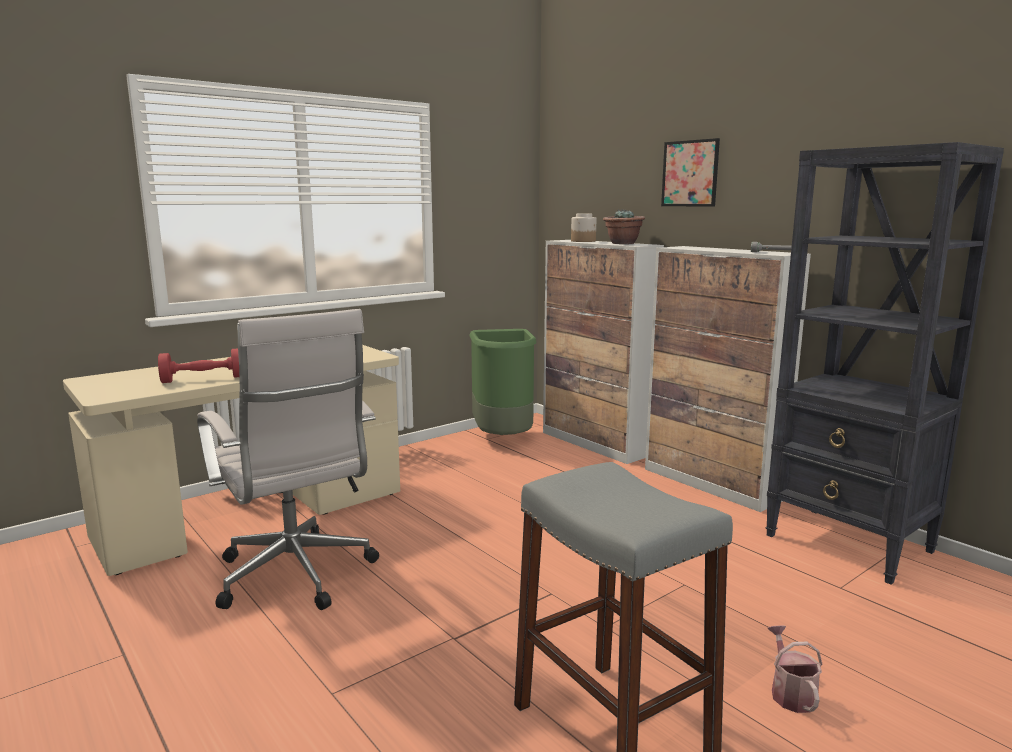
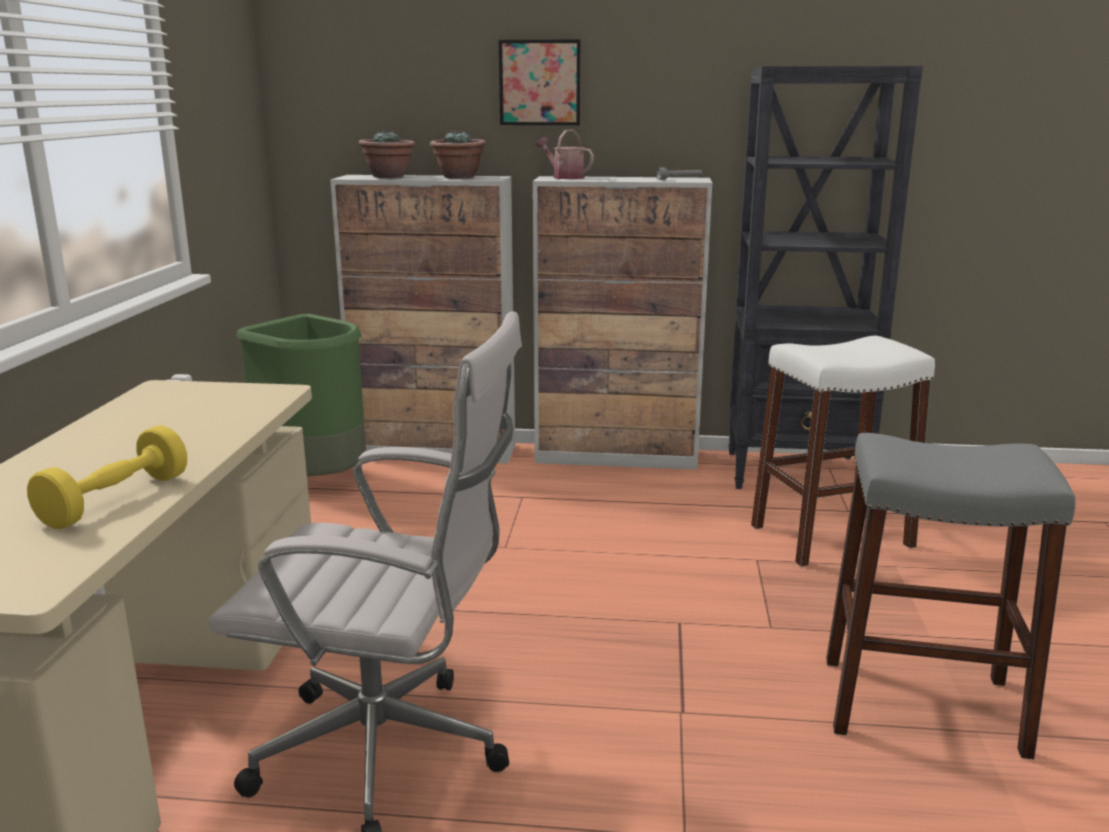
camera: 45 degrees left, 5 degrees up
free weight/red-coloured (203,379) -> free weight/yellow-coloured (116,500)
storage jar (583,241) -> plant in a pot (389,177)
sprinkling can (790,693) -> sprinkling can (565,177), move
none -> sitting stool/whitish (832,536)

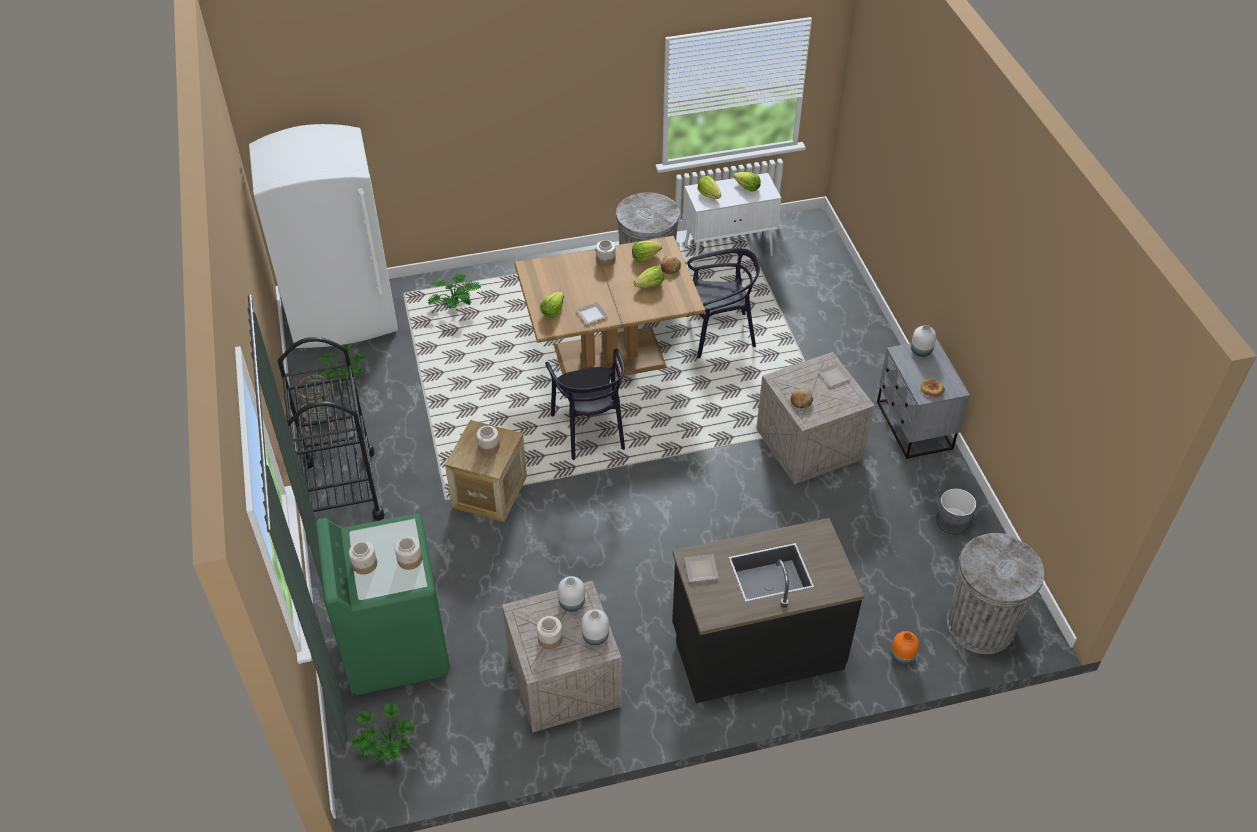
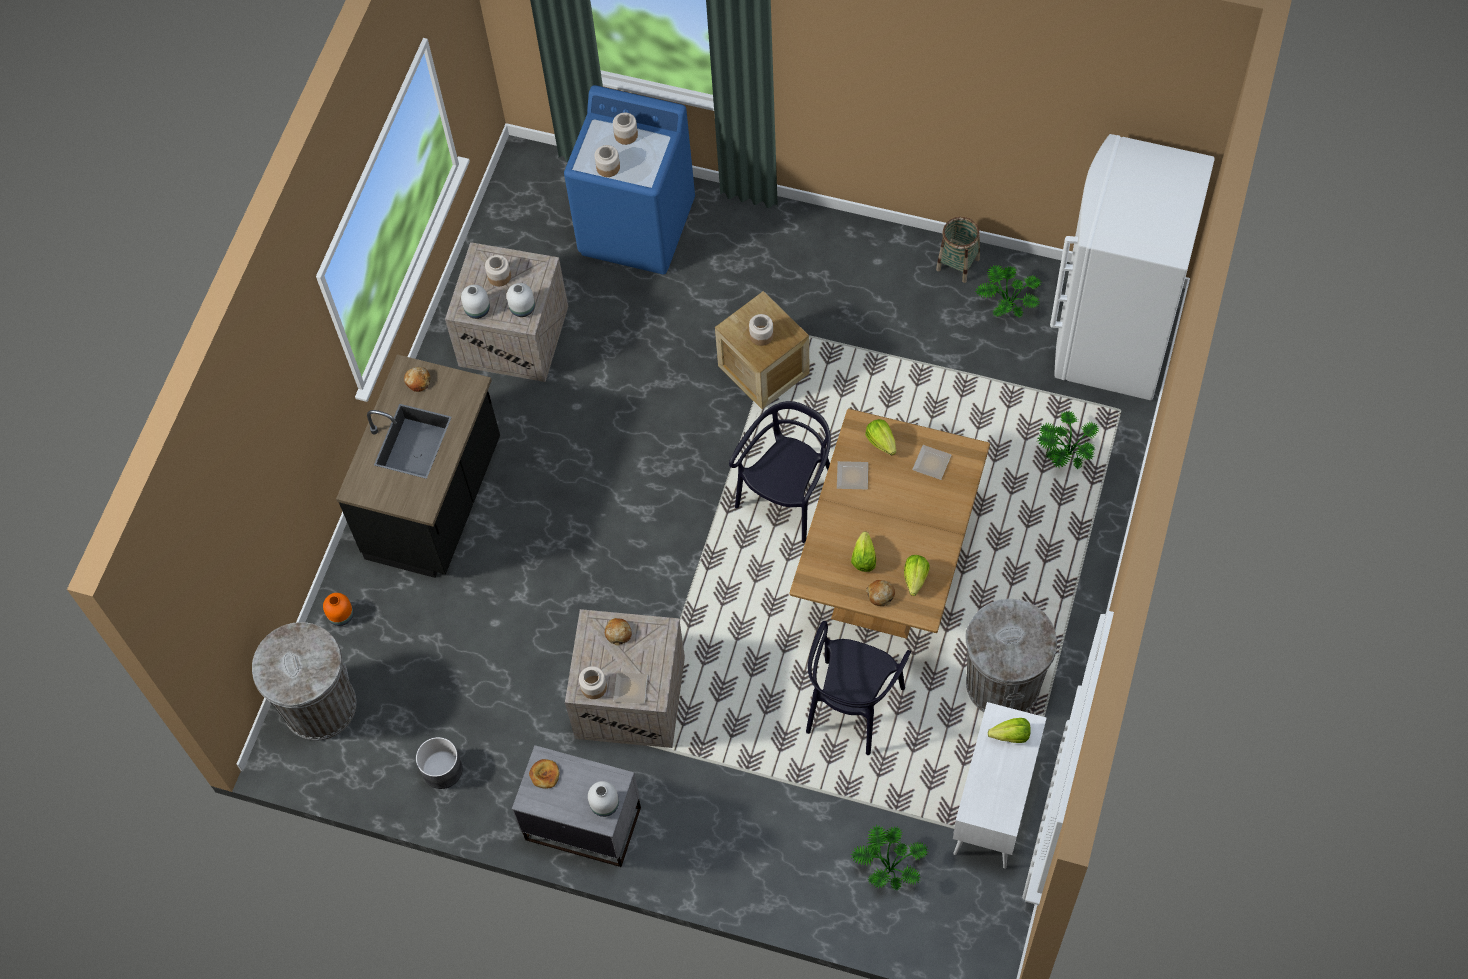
camera: 125 degrees right, 15 degrees up
none -> bakery bread (418,381)
laundry appliance/green-coloured (395,645) -> laundry appliance/blue-coloured (637,228)
storage jar (605,260) -> storage jar (594,687), move
chair/blackish (590,430) -> chair/blackish (788,496), 105 degrees clockwise
plant in a pot (386,747) -> plant in a pot (888,866), move
flat dish (700,569) -> flat dish (933,463), move
trolley/blackish (343,490) -> none
lettuce (747,187) -> none

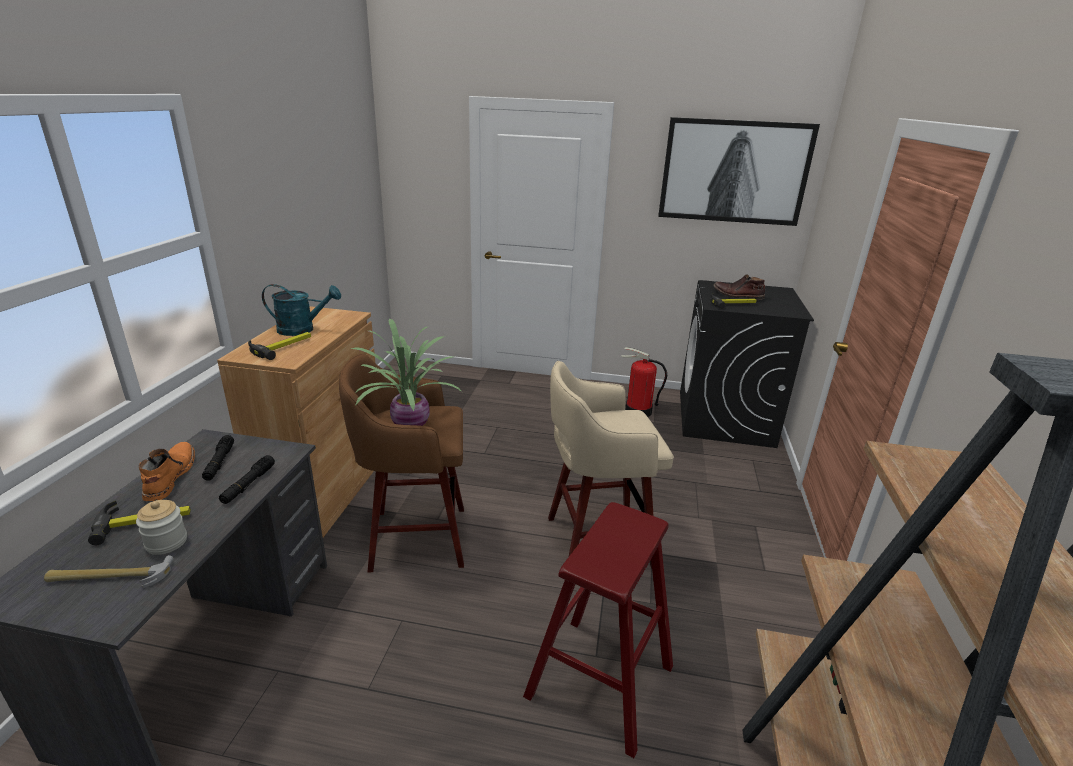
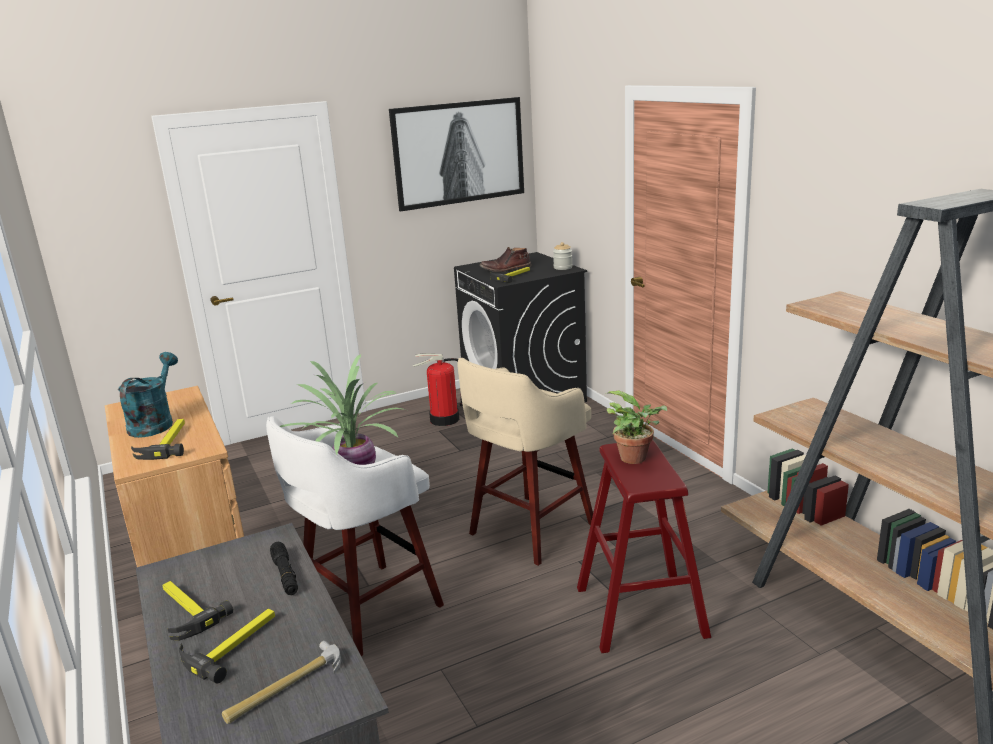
camera: 35 degrees left, 5 degrees down
sprinkling can/turquoise-coloured (302,329) -> sprinkling can/turquoise-coloured (154,423), 45 degrees counterclockwise
high-top boot/orangey (169,477) -> hammer (184,611)
sitting stool/brown (414,538) -> sitting stool/whitish (367,610)
storage jar (166,542) -> storage jar (563,267), move
none -> plant in a pot (637,458)
torch/blackish (219,462) -> none

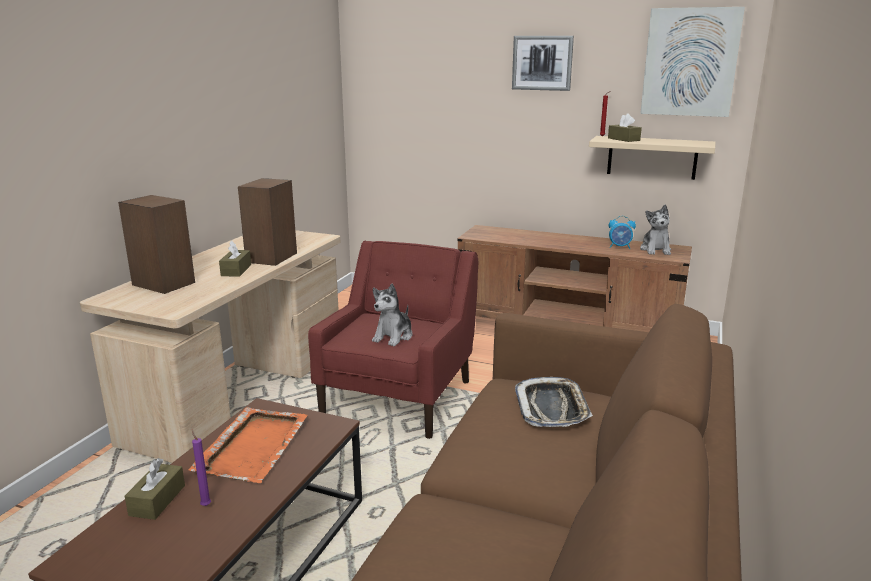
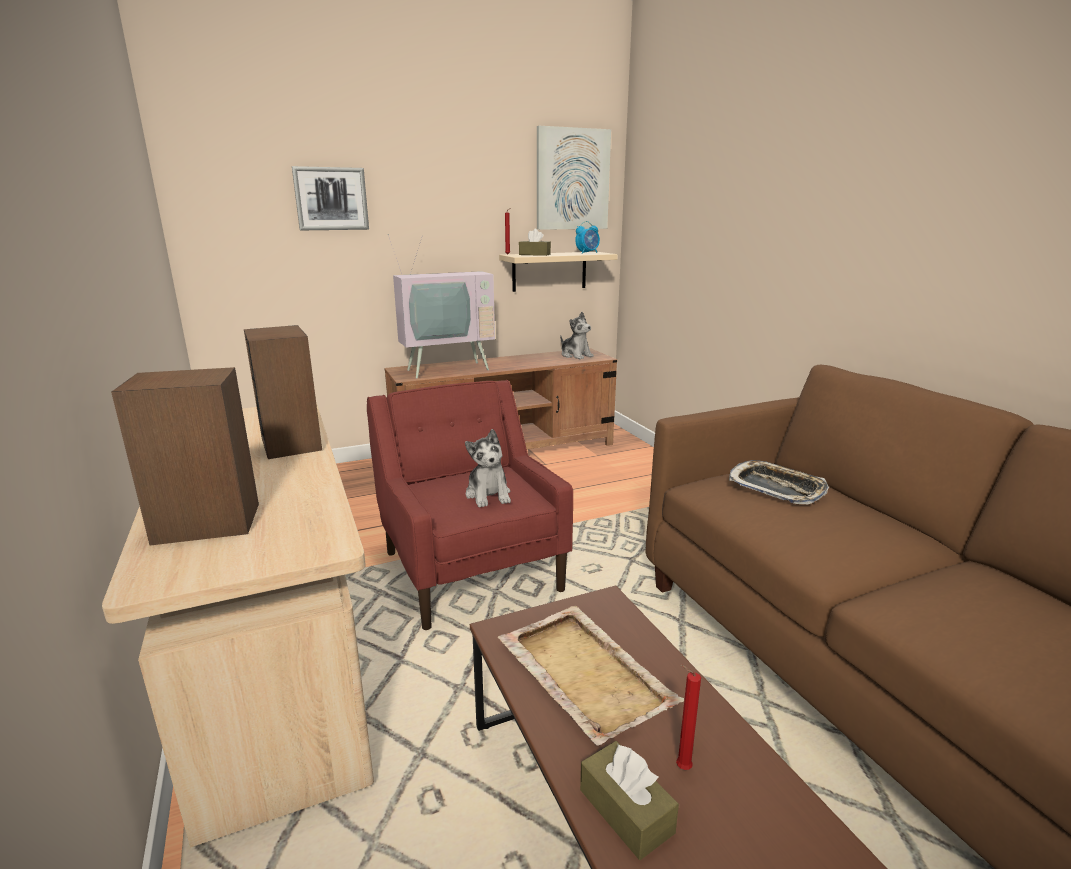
camera: 45 degrees left, 0 degrees up
picture (542,63) -> picture (331,199), move
none -> TV (446,368)
carrying tray/orangey (253,446) -> carrying tray/beige (583,672)
table clock (620,247) -> table clock (587,253), move
wax candle/purplish (205,505) -> wax candle/red-coloured (681,768)
tissue box/brown (236,270) -> none

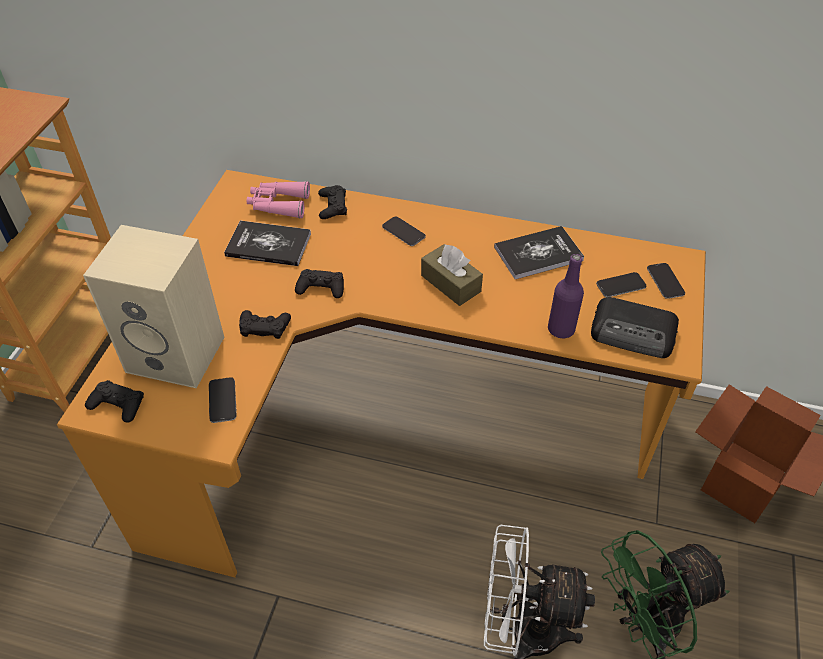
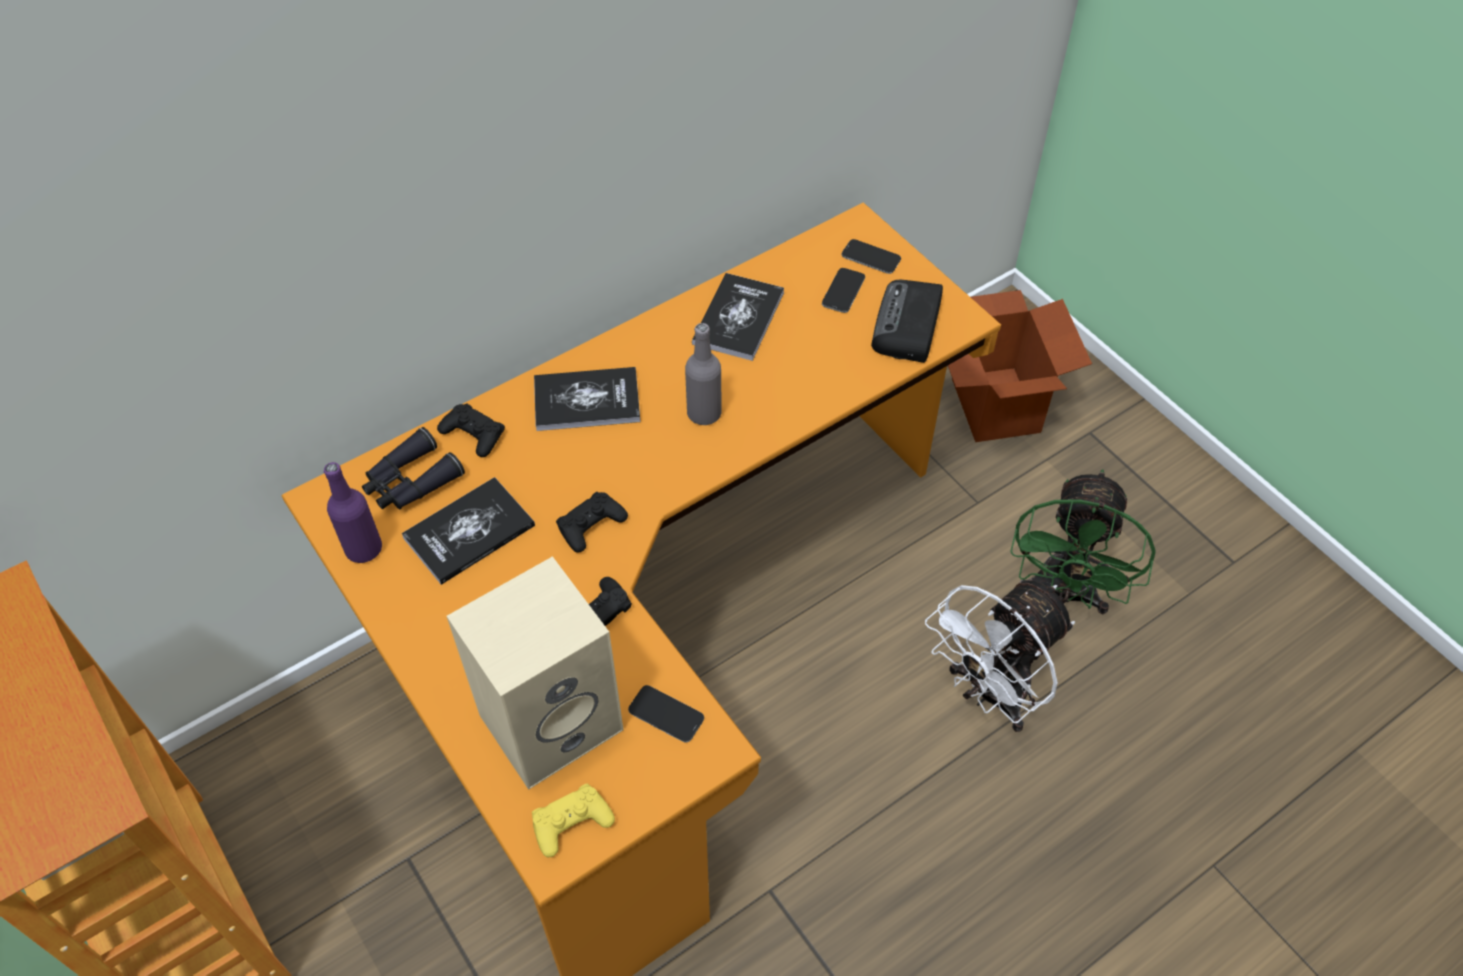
camera: 50 degrees left, 5 degrees up
bottle/purplish (561,329) -> bottle/purplish (364,549), move
pair of binoculars/pinkish (278,204) -> pair of binoculars/blackish (410,482)
joypad/blackish (117,404) -> joypad/yellow-coloured (571,822)
telephone (403,232) -> volume (587,400)
tissue box/brown (450,283) -> bottle/greyish (704,413)
radio (634,333) -> radio (907,326), 135 degrees clockwise

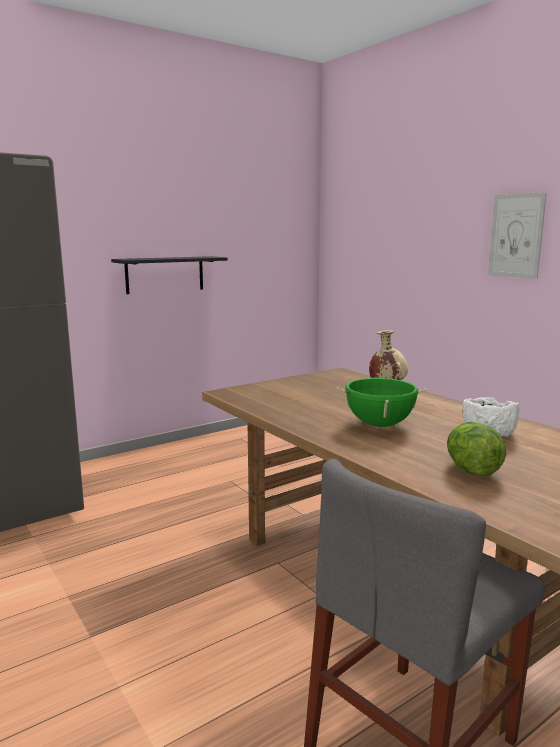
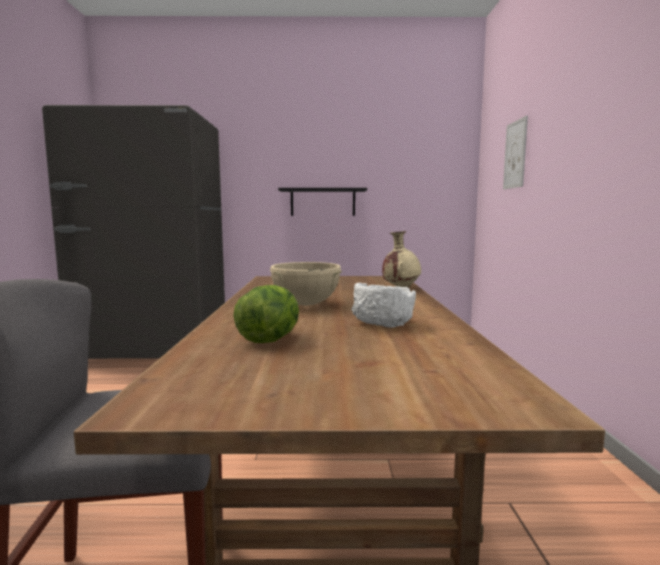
camera: 35 degrees right, 5 degrees down
cooking pot/green-coloured (380,425) -> cooking pot/beige (306,304)
picture (516,235) -> picture (515,154), move

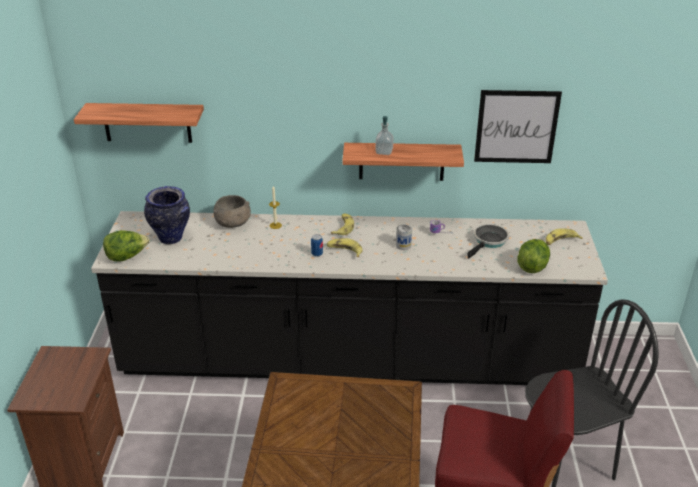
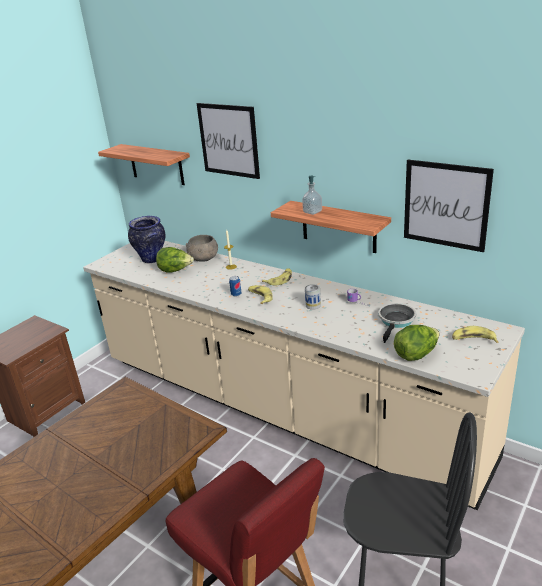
camera: 35 degrees right, 5 degrees down
counter/blackish (349,361) -> counter/beige (280,407)
lettuce (127,257) -> lettuce (175,271), move
none -> picture (228,140)
pan (489,242) -> pan (396,322), 45 degrees counterclockwise

